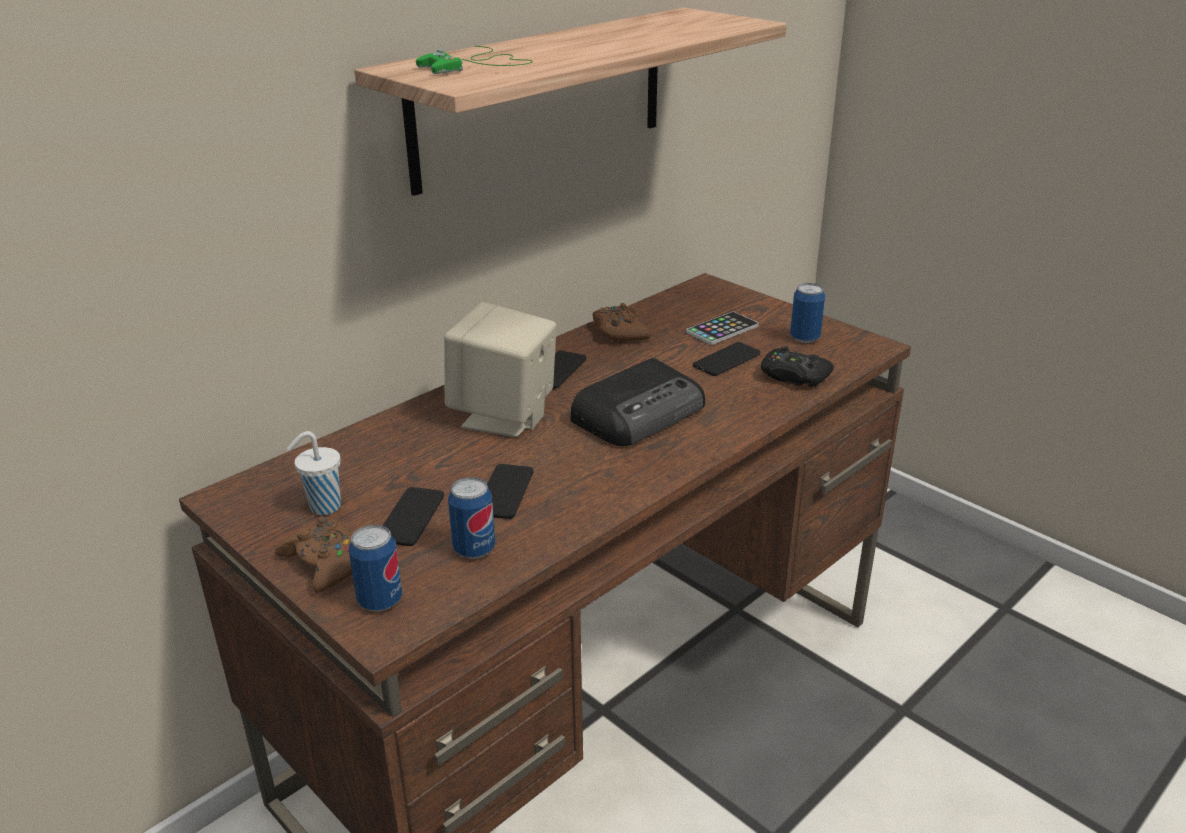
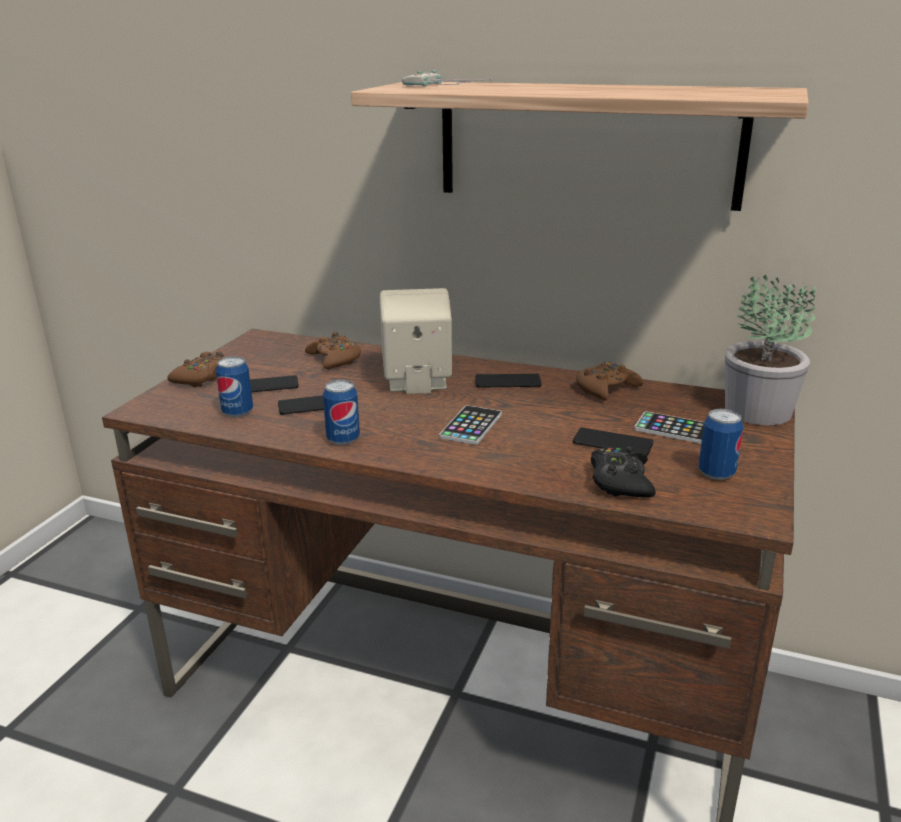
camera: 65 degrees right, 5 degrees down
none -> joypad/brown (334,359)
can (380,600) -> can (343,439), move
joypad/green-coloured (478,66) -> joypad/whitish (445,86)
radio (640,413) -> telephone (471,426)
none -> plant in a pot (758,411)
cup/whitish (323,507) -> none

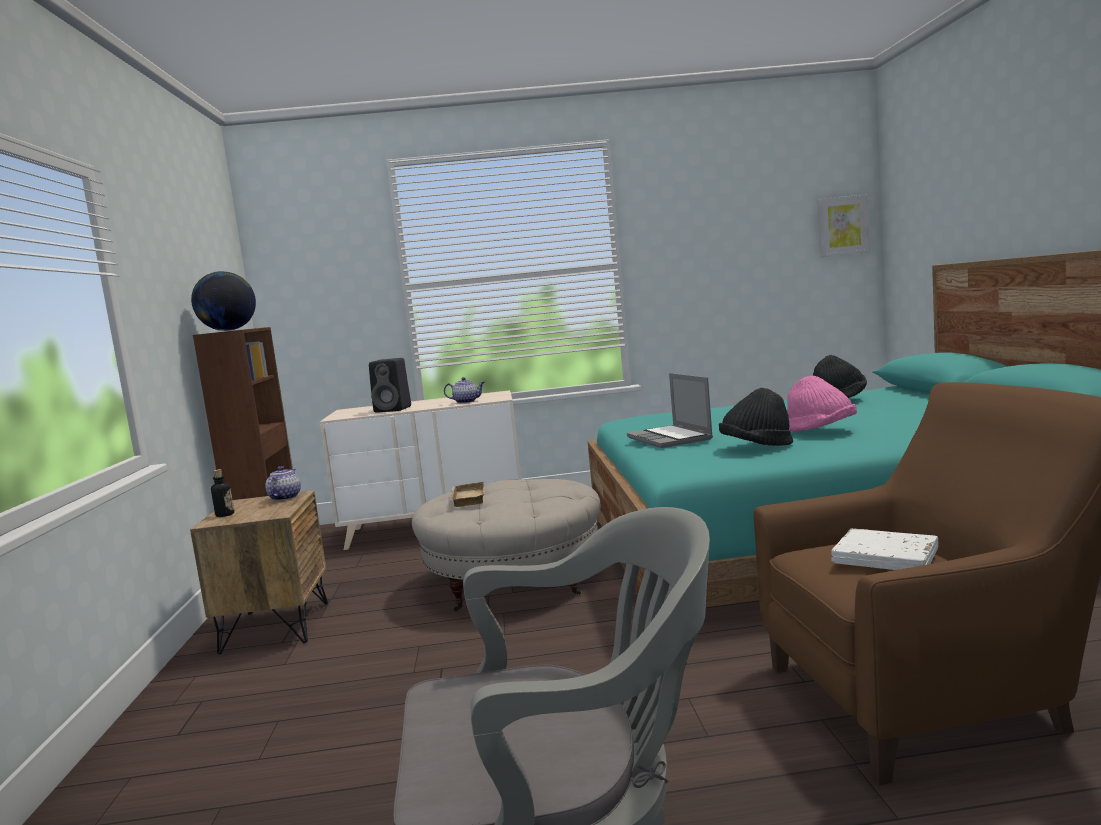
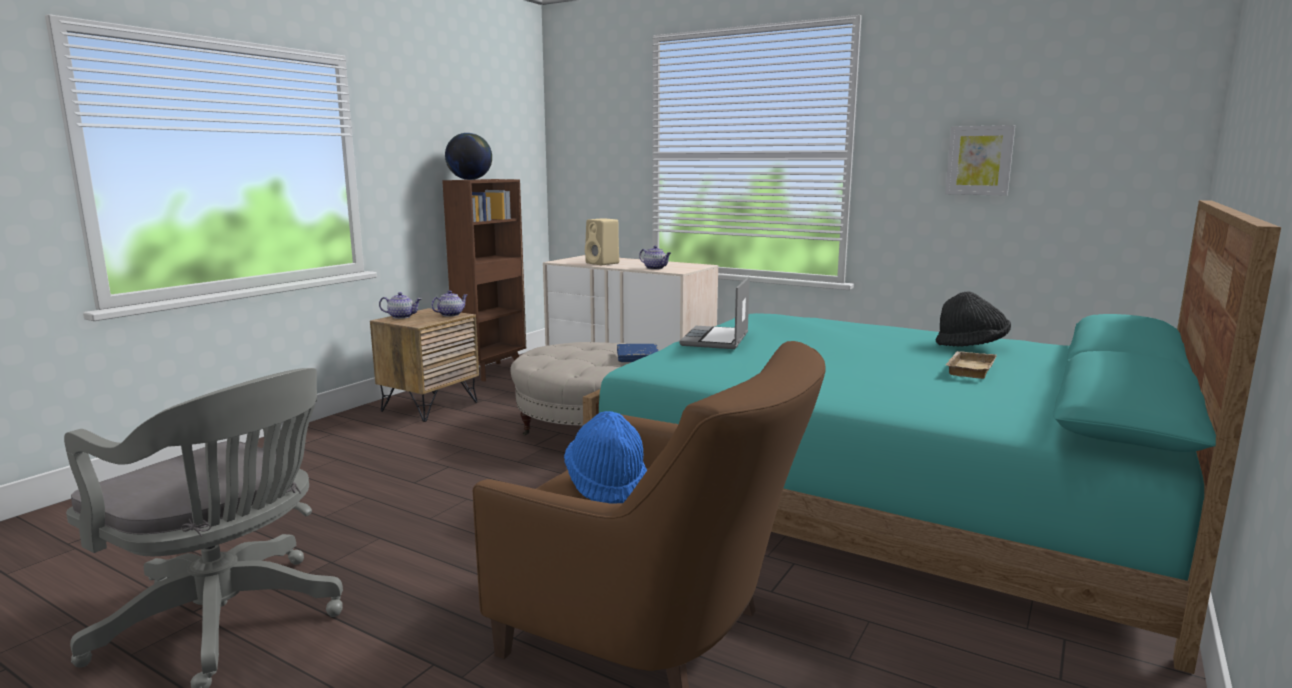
camera: 35 degrees right, 5 degrees up
bottle (225,515) -> tea pot (402,317)
volume/whitish (885,557) -> wearable hat/blue-coloured (607,484)
audio speaker/blackish (394,409) -> audio speaker/beige (603,263)
none -> volume/blue-coloured (638,357)
picture (842,226) -> picture (979,160), move
carrying tray/beige (466,498) -> carrying tray/beige (968,369), move
wearable hat/blackish (756,447) -> none
wearable hat/pinkish (821,431) -> none

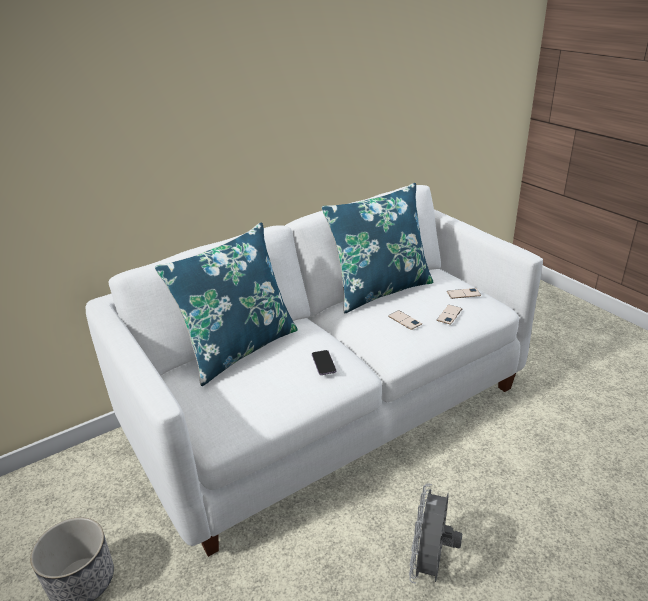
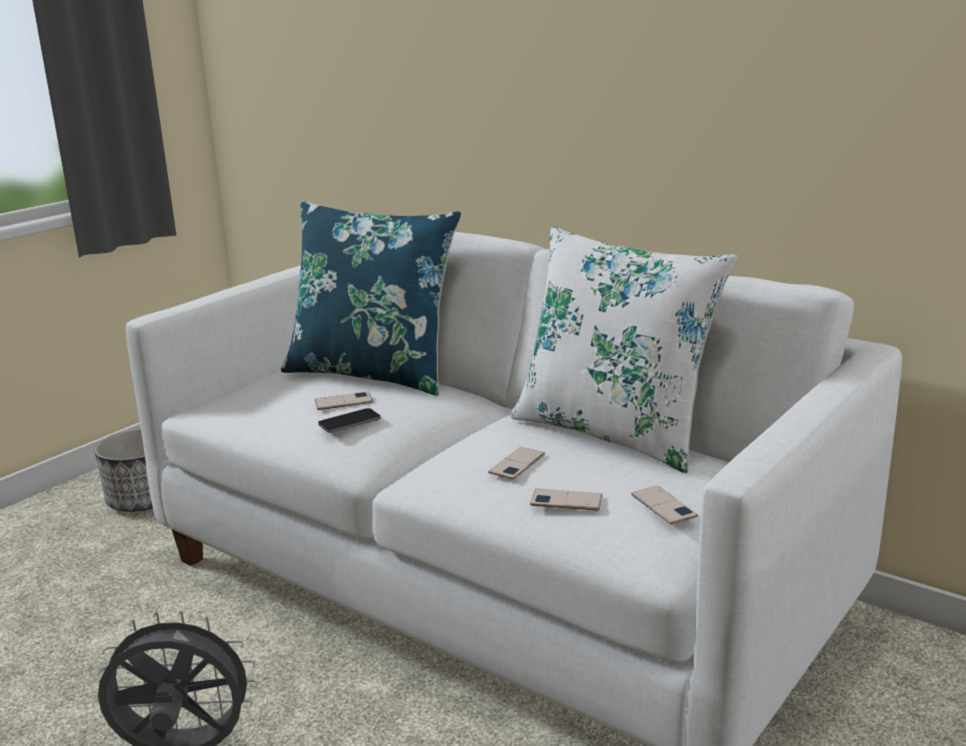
camera: 70 degrees right, 10 degrees down
none -> telephone (343,401)
pillow/blue-coloured (380,290) -> pillow/whitish (614,432)

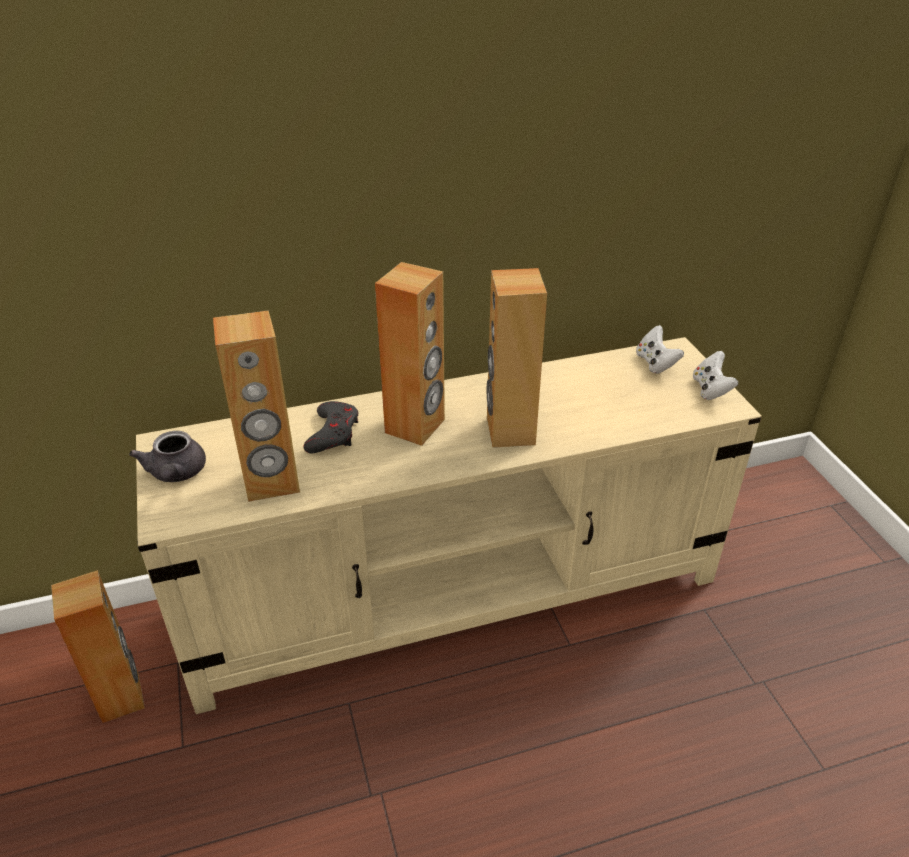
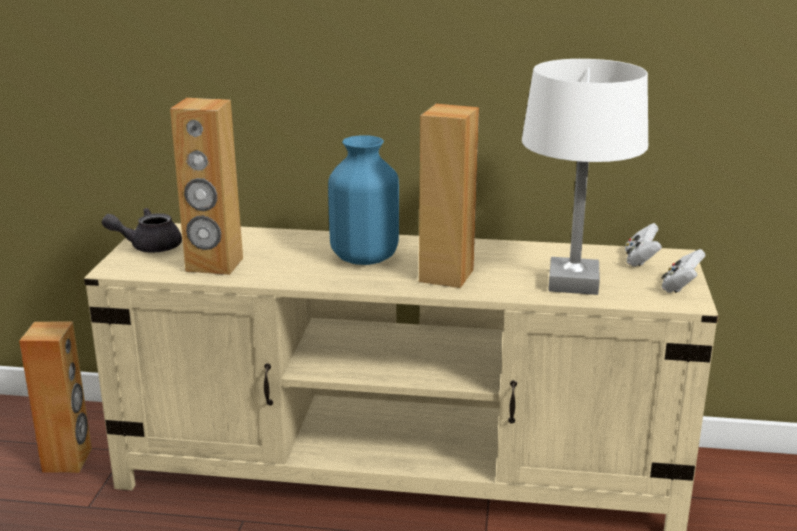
camera: 25 degrees right, 15 degrees down
tea pot/greyish (176,474) -> tea pot/greyish (148,246), 60 degrees clockwise
audio speaker/brown (415,426) -> decorative vase/blue-coloured (365,257)
none -> lamp for a table/whitish (573,283)
joypad/greyish (333,433) -> none

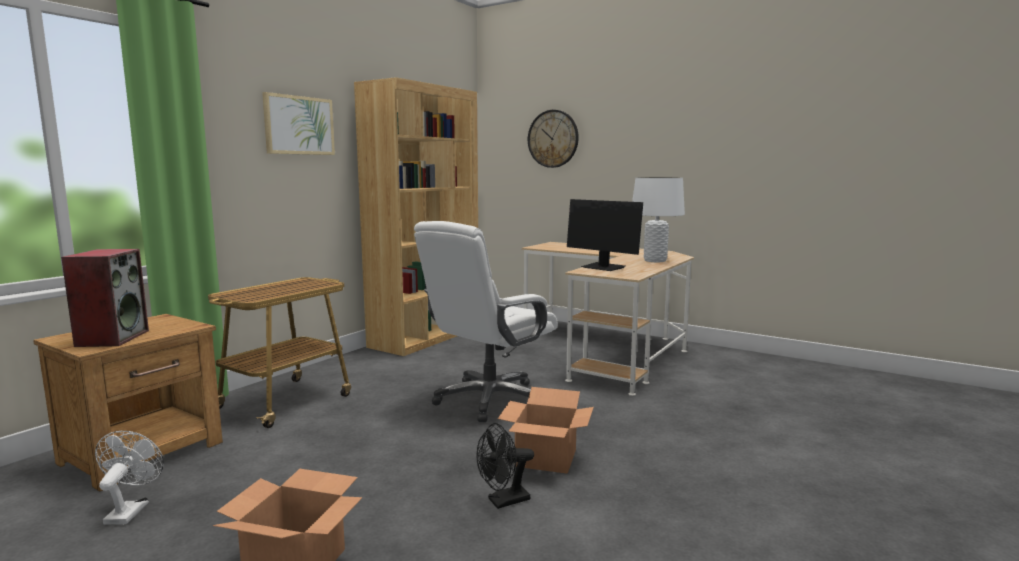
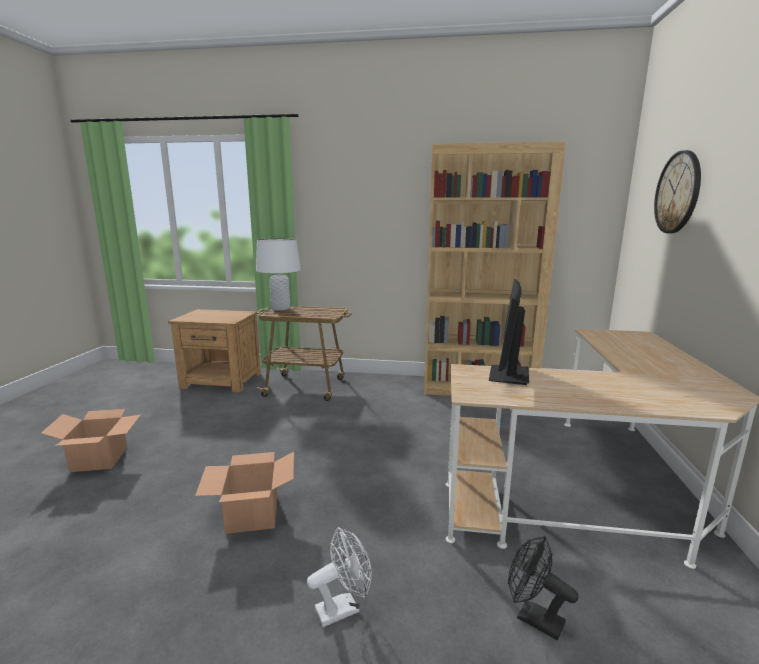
camera: 65 degrees right, 5 degrees up
lamp for a table/whitish (655,260) -> lamp for a table/whitish (280,308), move
fan/whitish (130,510) -> fan/whitish (343,608), move
fan/blackish (503,501) -> fan/blackish (533,618), move
audio speaker (112,338) -> none
picture (299,125) -> none
desk chair/whitish (489,400) -> none

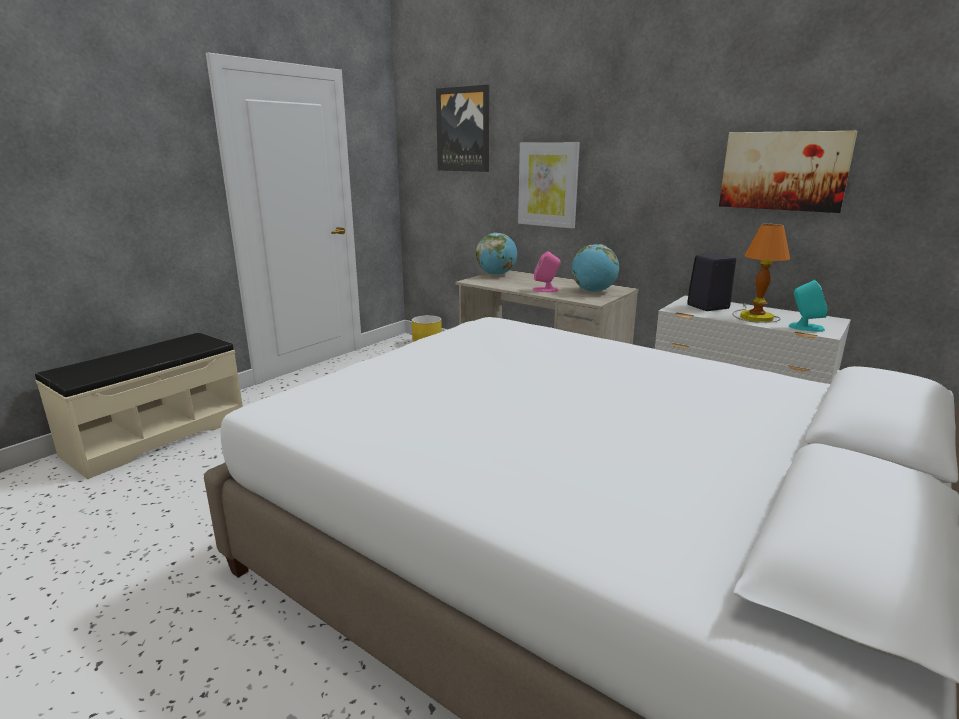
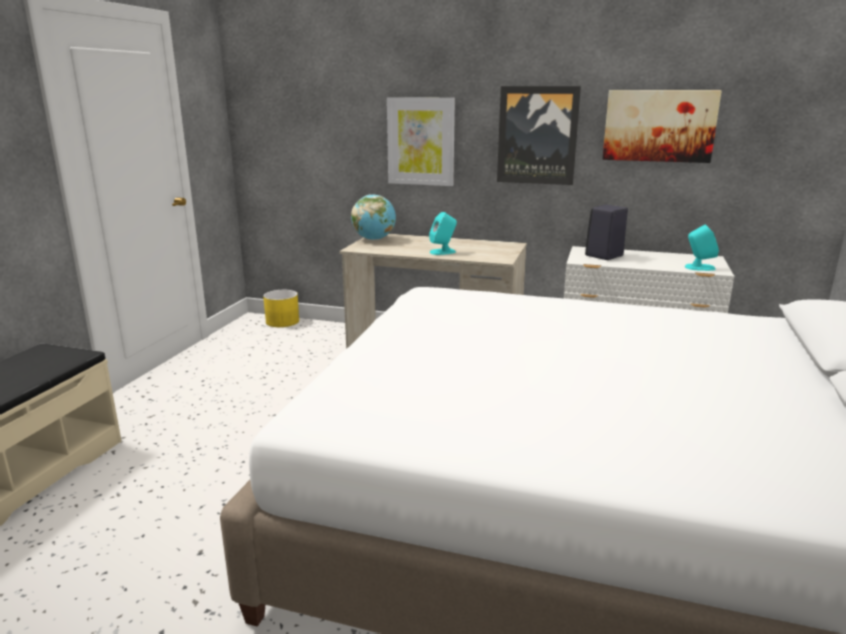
camera: 20 degrees left, 0 degrees up
audio speaker/pinkish (546,290) -> audio speaker/turquoise-coloured (443,252)
picture (463,129) -> picture (537,135), move
desk globe (593,291) -> none
lamp for a table (753,316) -> none

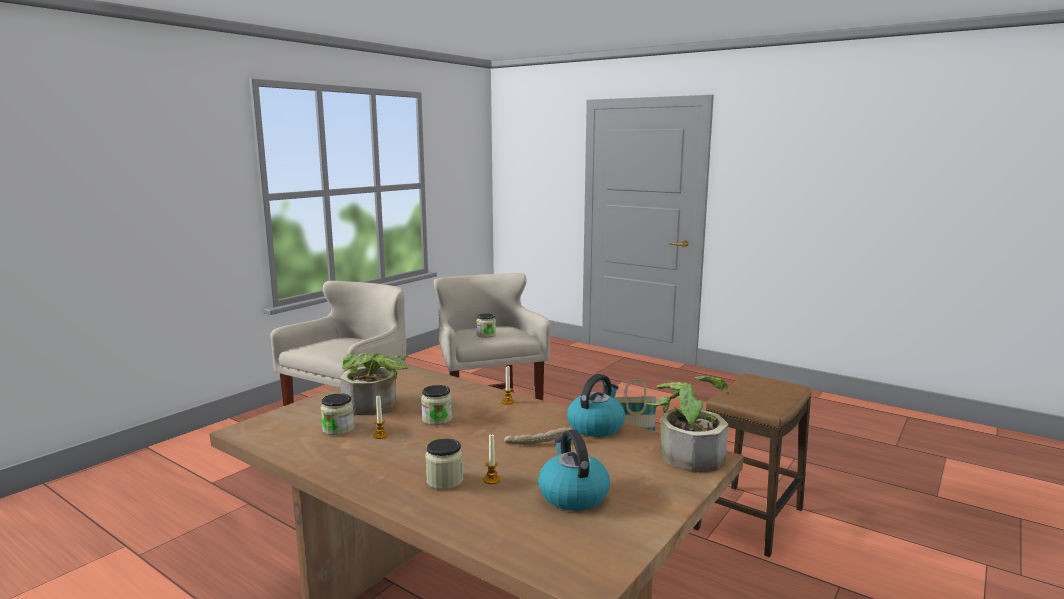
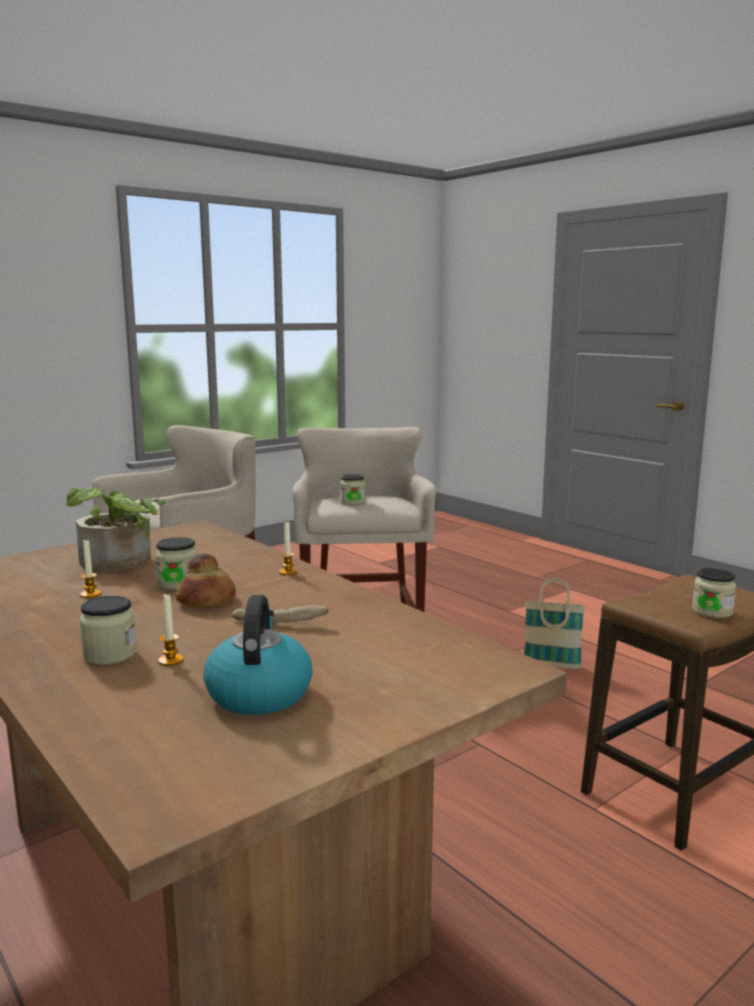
camera: 15 degrees right, 0 degrees up
none -> bakery bread (206,600)
storage jar (338,429) -> storage jar (712,611), move
kettle (596,426) -> none
plant in a pot (687,453) -> none

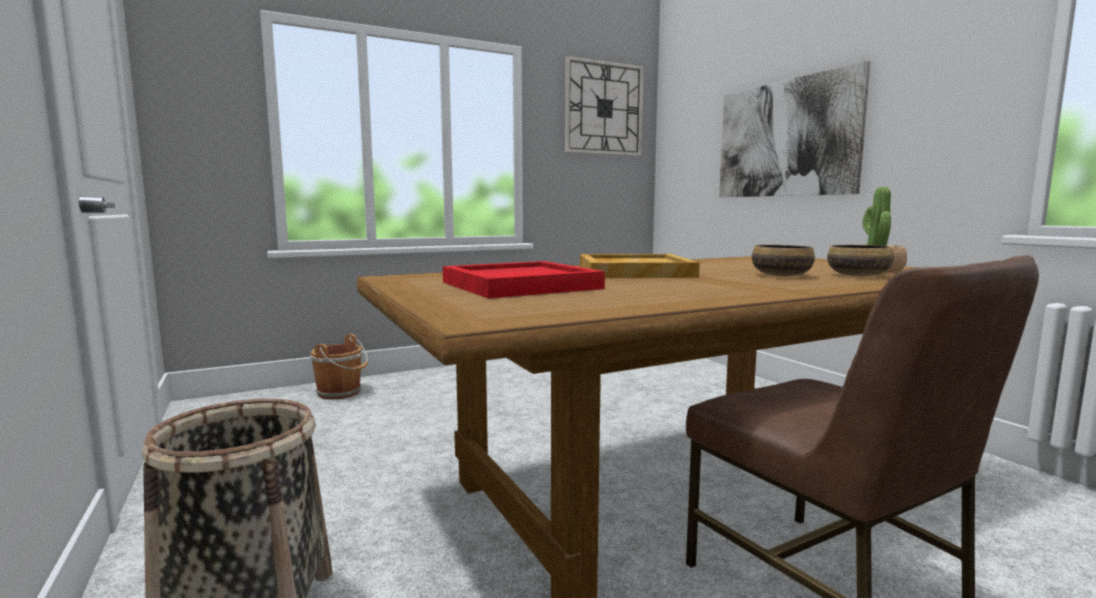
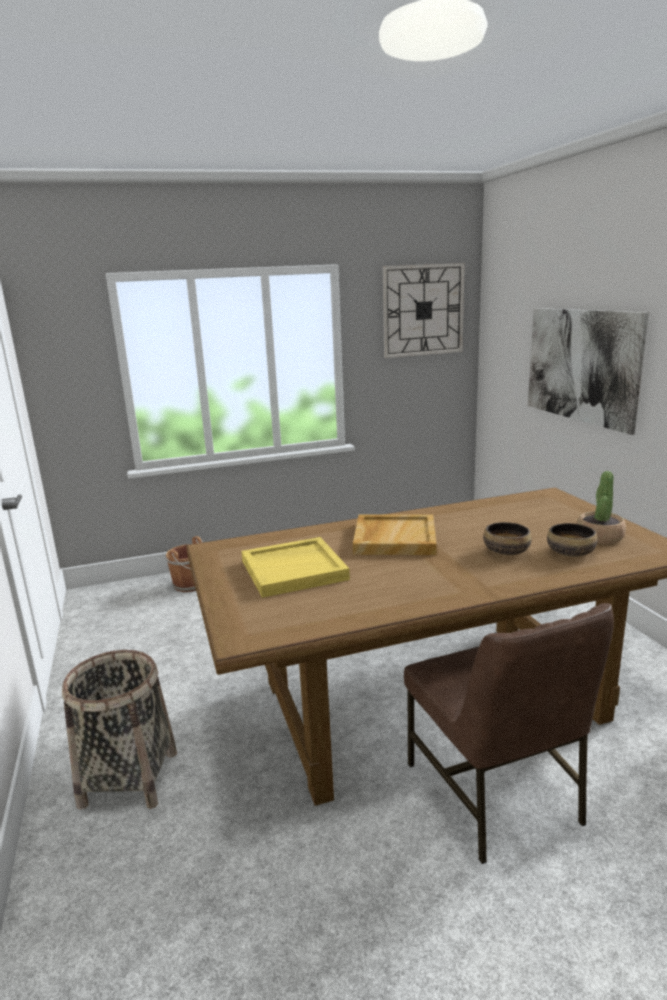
camera: 10 degrees right, 10 degrees up
carrying tray/red-coloured (521,285) -> carrying tray/yellow-coloured (294,569)

